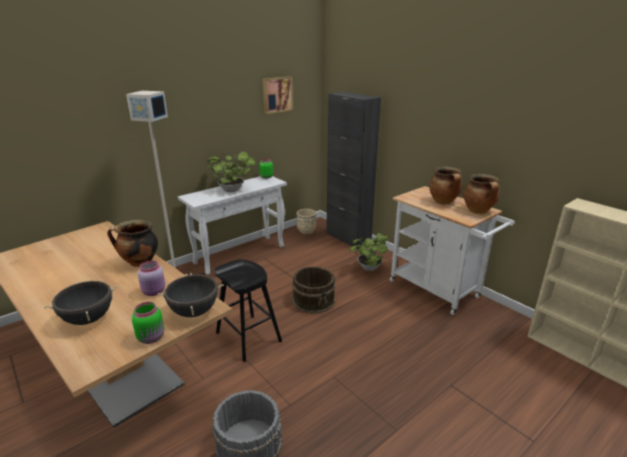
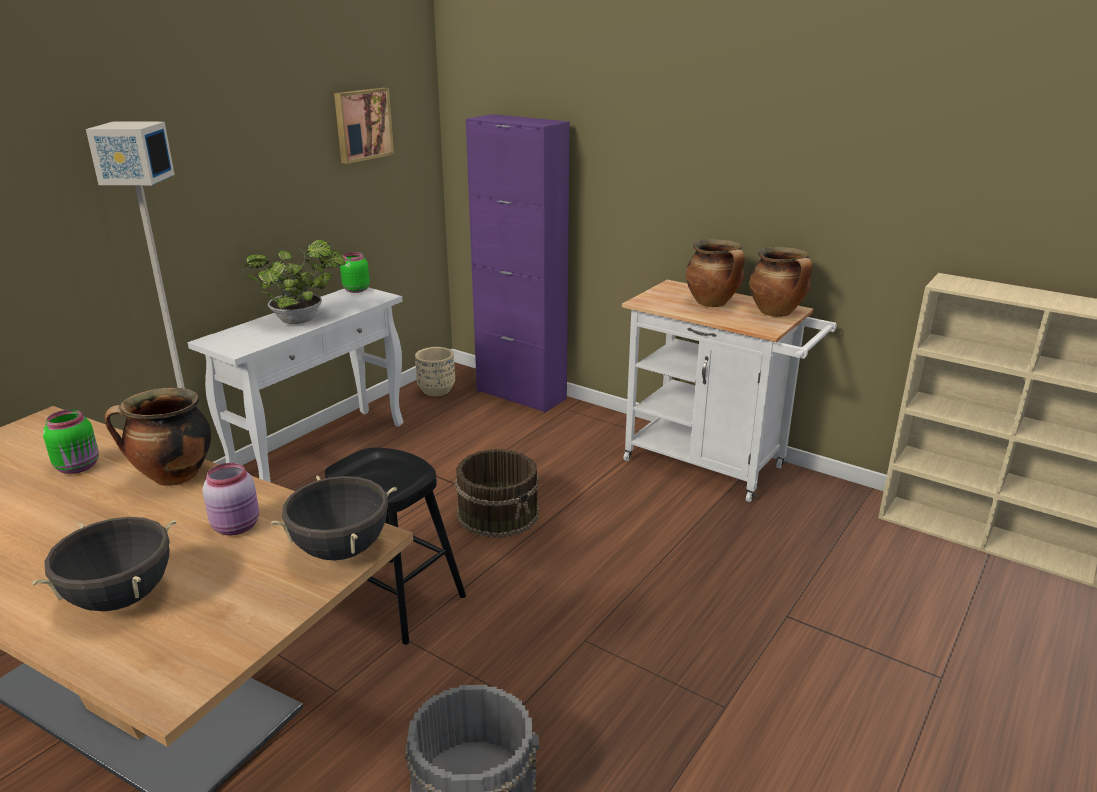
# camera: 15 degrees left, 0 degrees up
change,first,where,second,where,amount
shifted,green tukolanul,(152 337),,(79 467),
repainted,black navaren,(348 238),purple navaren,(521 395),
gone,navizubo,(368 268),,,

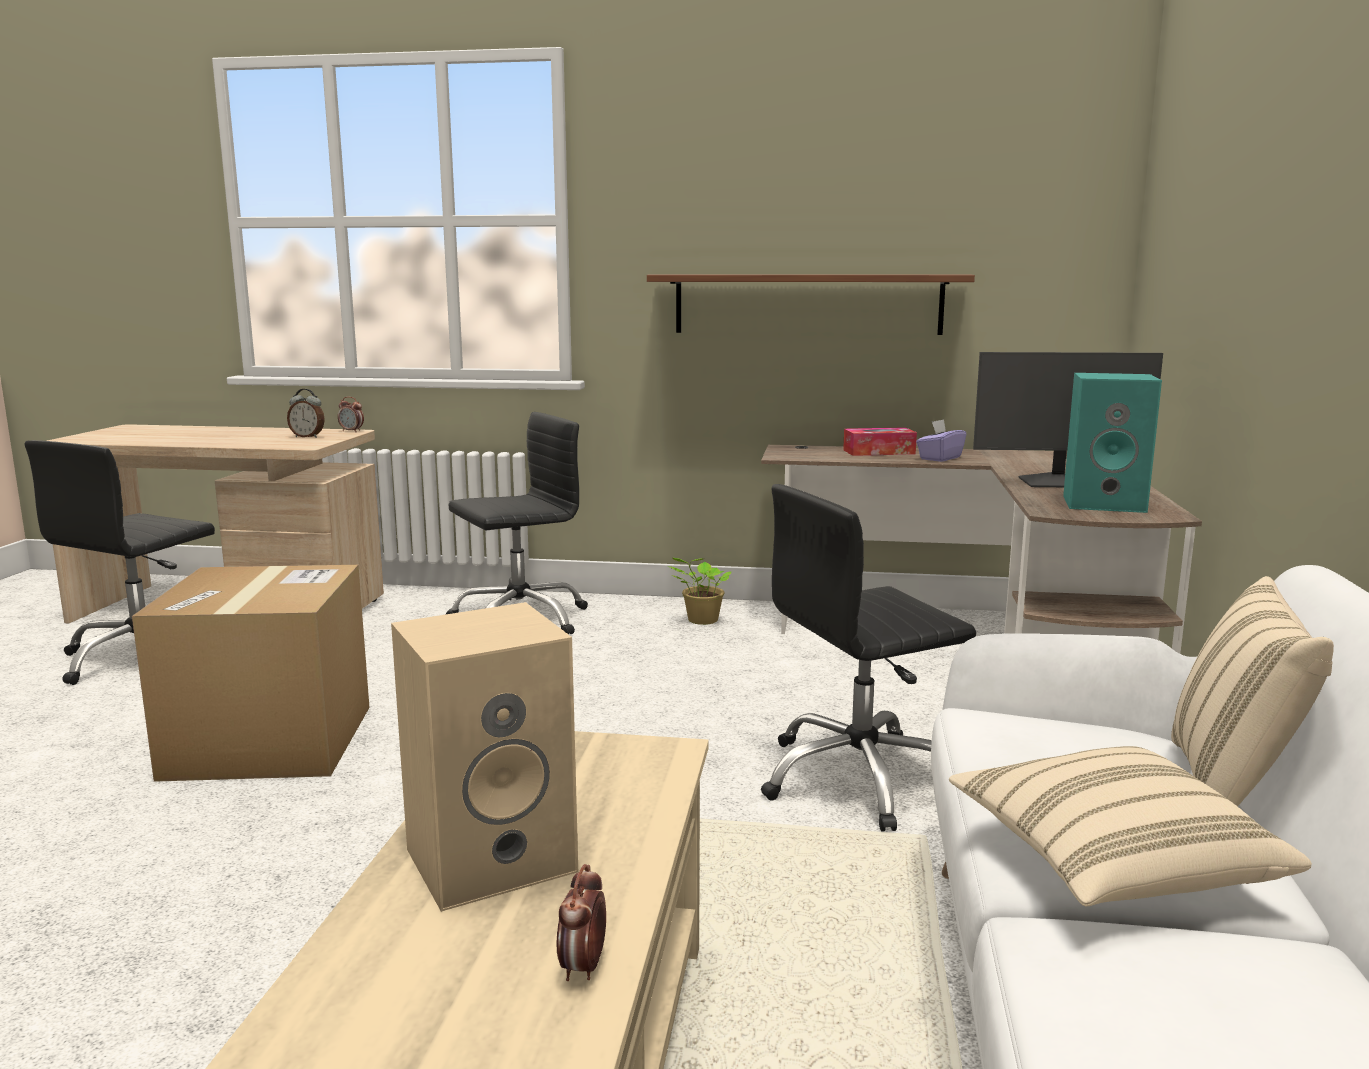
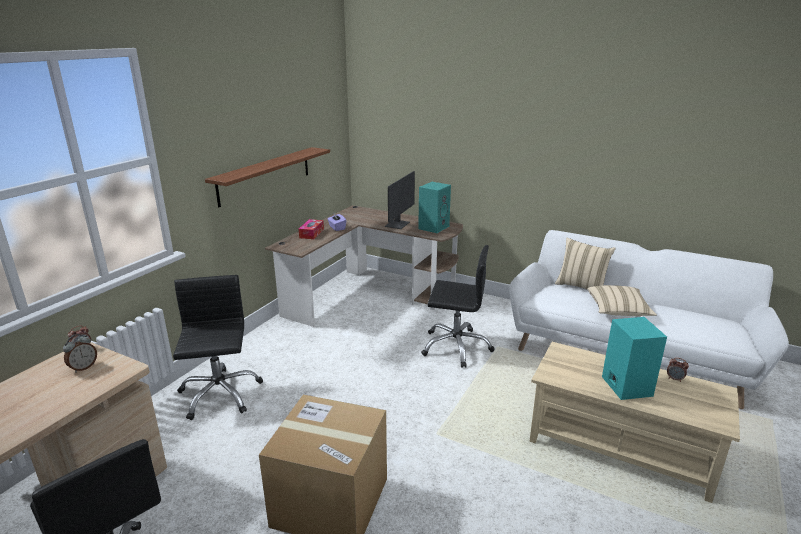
# camera: 70 degrees left, 10 degrees up
change,first,where,second,where,amount
rotated,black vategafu,(859 779),,(456 346),75 degrees counterclockwise
repainted,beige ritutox,(494 858),turquoise ritutox,(625 385),
gone,navizubo,(701 620),,,

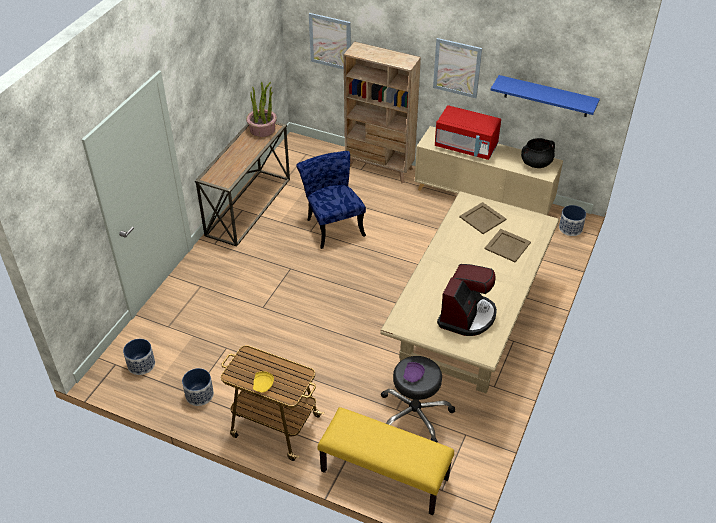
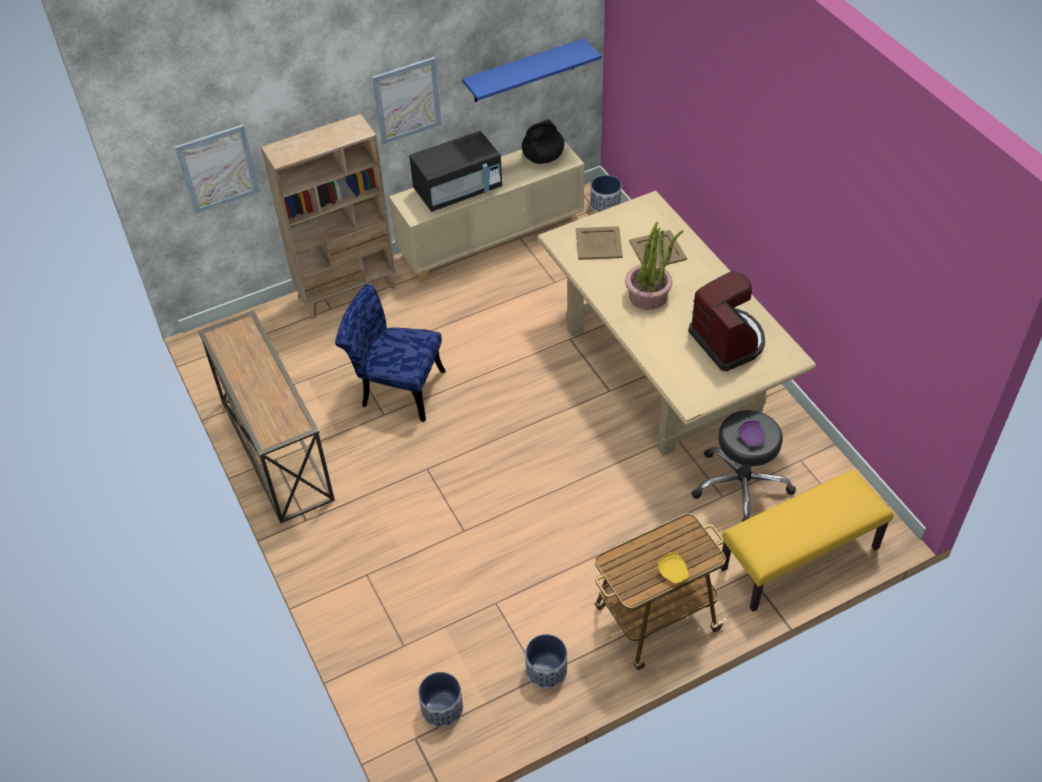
# camera: 50 degrees left, 5 degrees up
change,first,where,second,where,amount
repainted,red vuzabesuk,(466 147),black vuzabesuk,(458 190),
shifted,navizubo,(262 129),,(648 295),

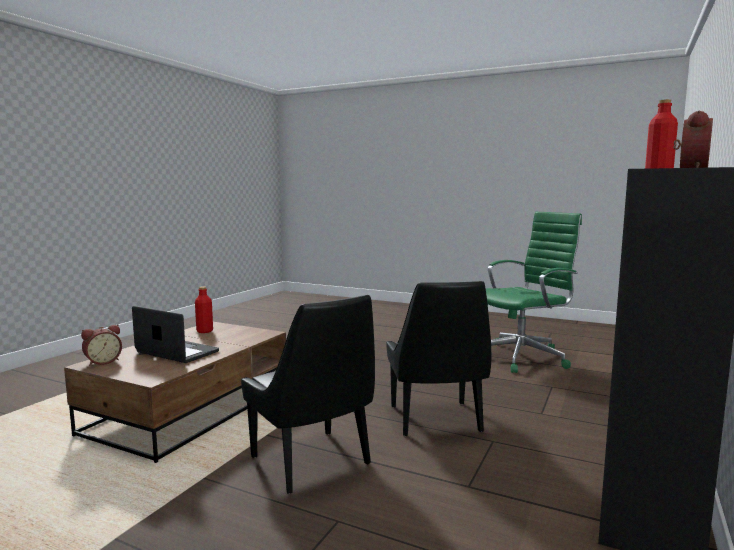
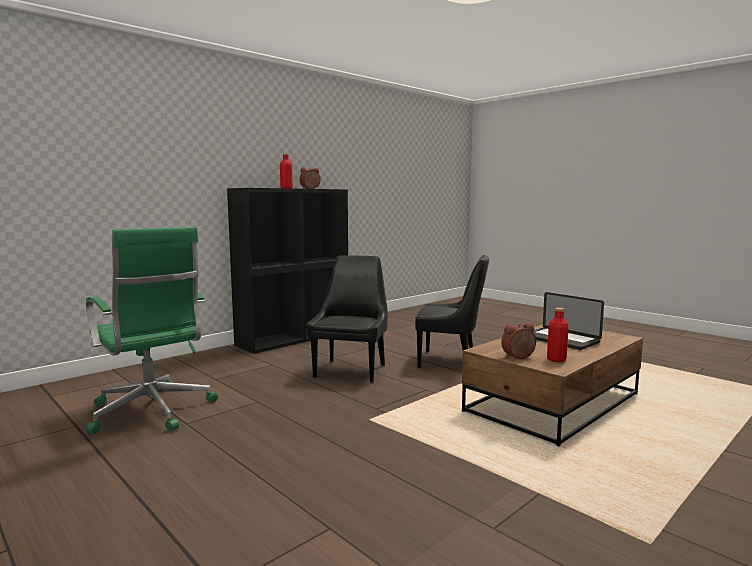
# camera: 160 degrees left, 0 degrees up
change,first,where,second,where,amount
rotated,green vategafu,(523 357),,(152 412),120 degrees counterclockwise
rotated,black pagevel,(312 462),,(450 361),120 degrees clockwise
shifted,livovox,(103 362),,(519 357),

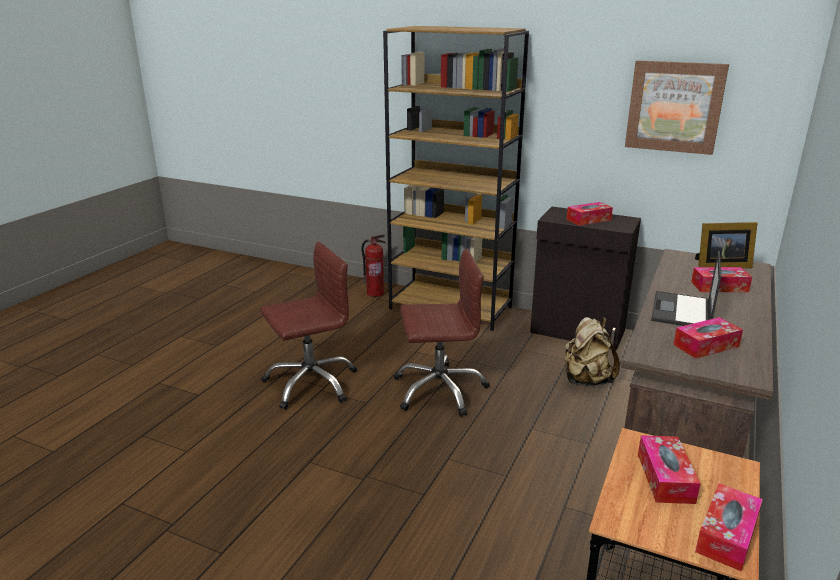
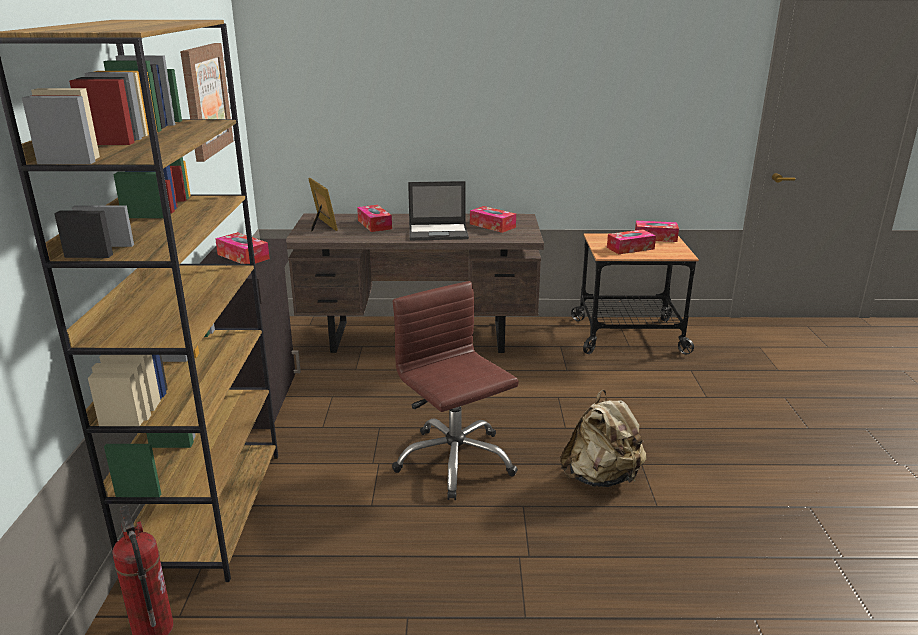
# camera: 115 degrees left, 0 degrees up
change,first,where,second,where,amount
shifted,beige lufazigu,(586 380),,(601 478),
gone,brown vategafu,(311 383),,,

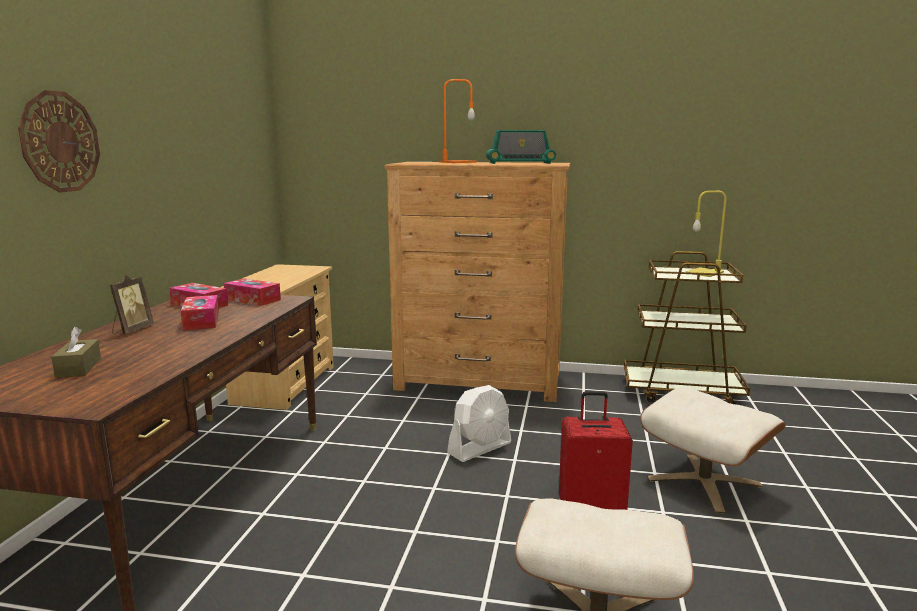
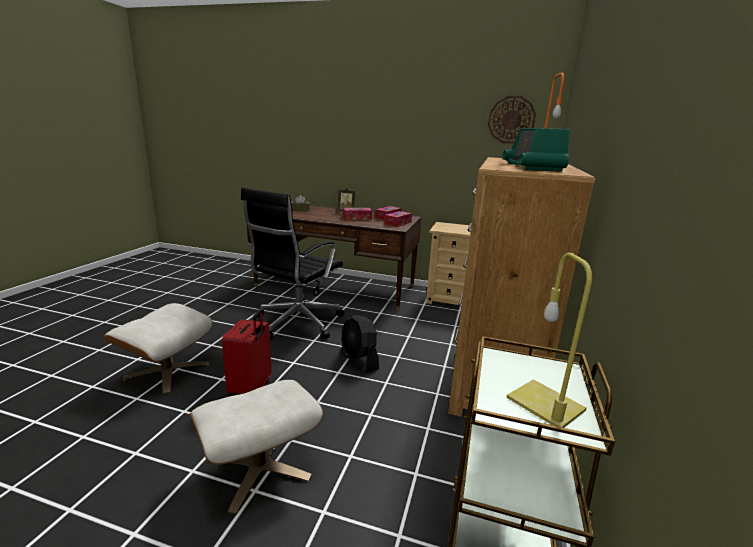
# camera: 95 degrees right, 5 degrees up
change,first,where,second,where,amount
new,,,black vategafu,(296 323),
repainted,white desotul,(480 448),black desotul,(359 360),
shifted,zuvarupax,(60 142),,(511 120),

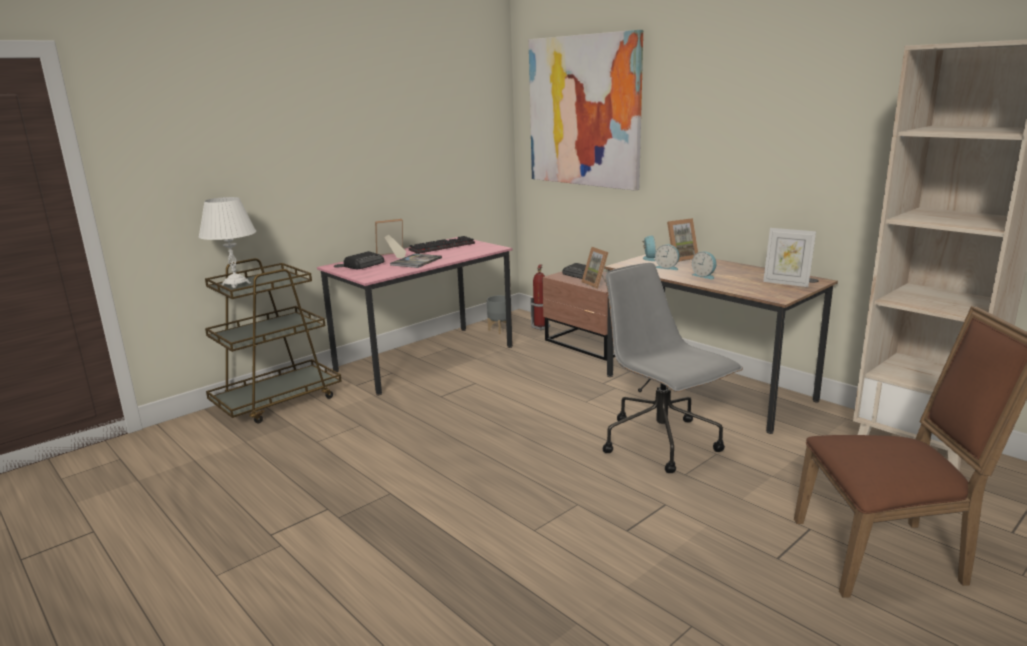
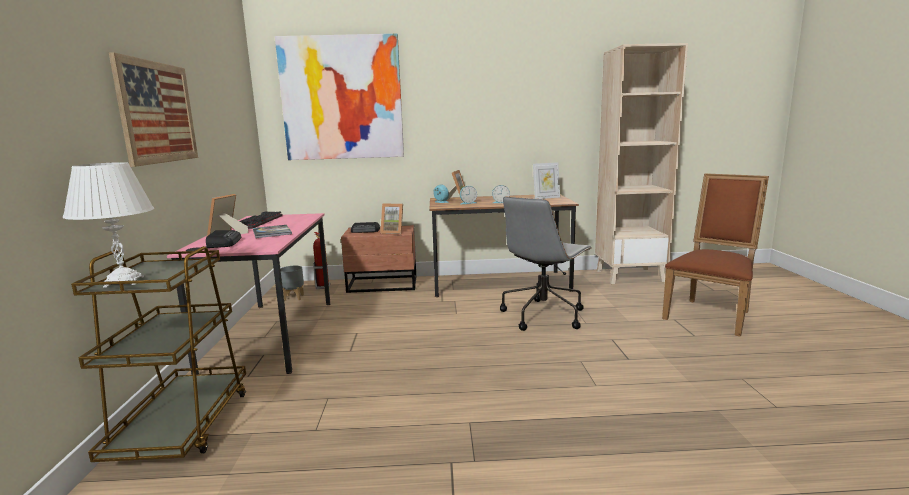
# camera: 50 degrees left, 5 degrees down
change,first,where,second,where,amount
new,,,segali,(157 112),
rotated,grey vategafu,(662 443),,(543 315),60 degrees counterclockwise

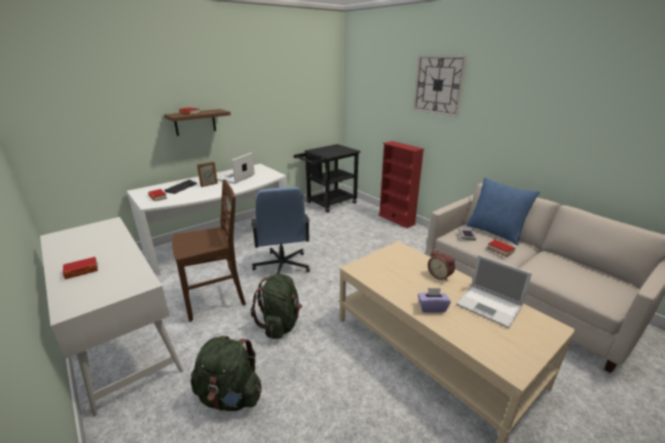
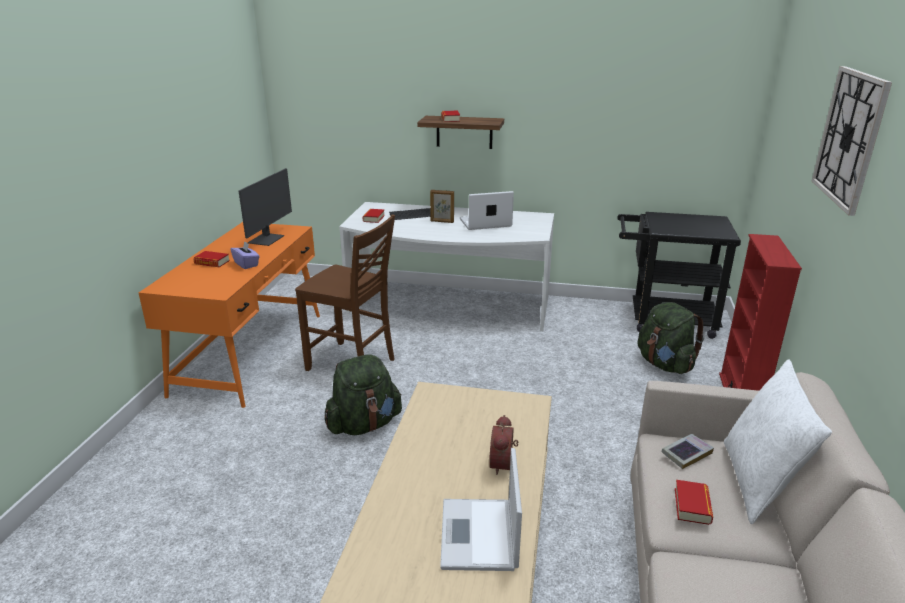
# camera: 50 degrees right, 0 degrees up
change,first,where,second,where,amount
repainted,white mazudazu,(122 337),orange mazudazu,(251 352),
shifted,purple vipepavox,(432 307),,(246 264),
new,,,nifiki,(267 239),
shifted,green lufazigu,(230 397),,(665 364),
repainted,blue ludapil,(495 232),white ludapil,(758 483),
gone,blue vategafu,(282 266),,,

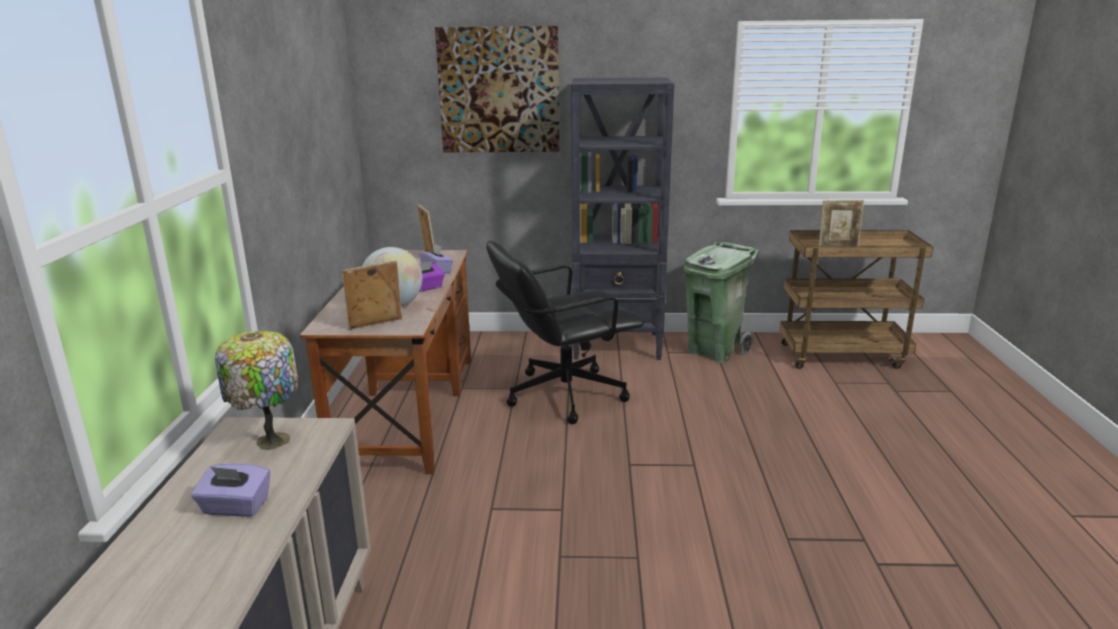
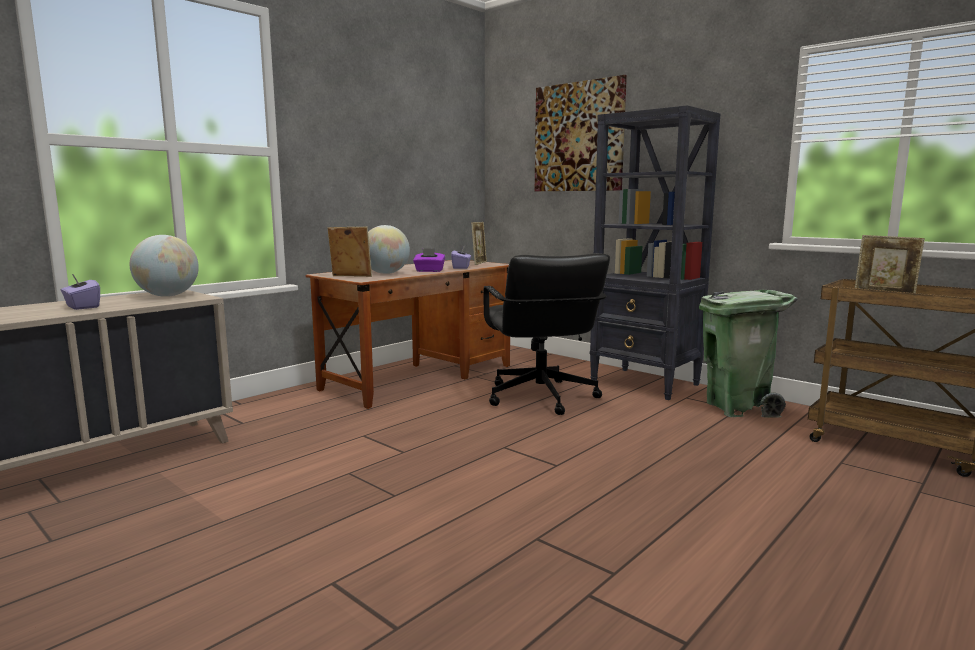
# camera: 40 degrees right, 10 degrees down
change,first,where,second,where,amount
swapped,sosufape,(270 440),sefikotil,(167 296),
rotated,black vategafu,(564 394),,(540 397),120 degrees counterclockwise

